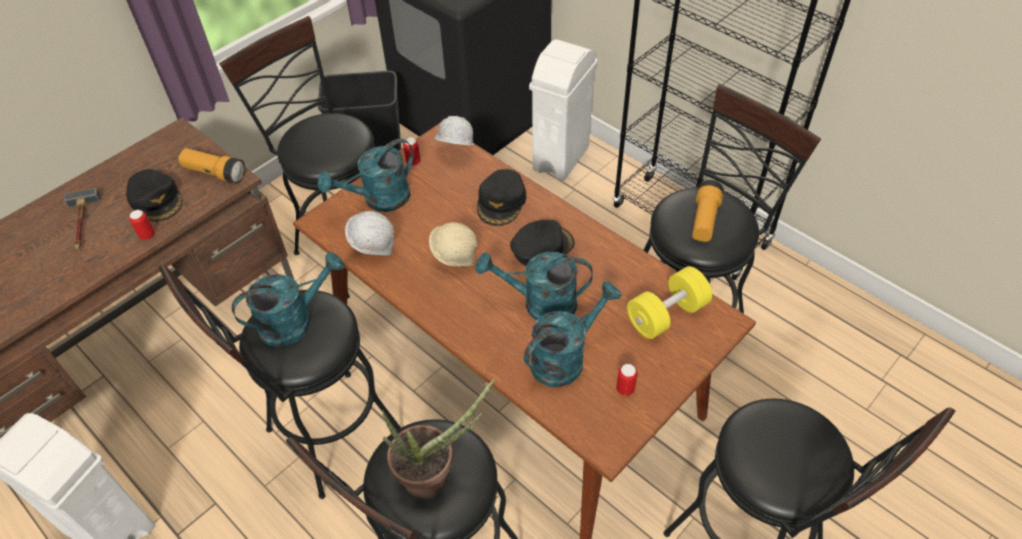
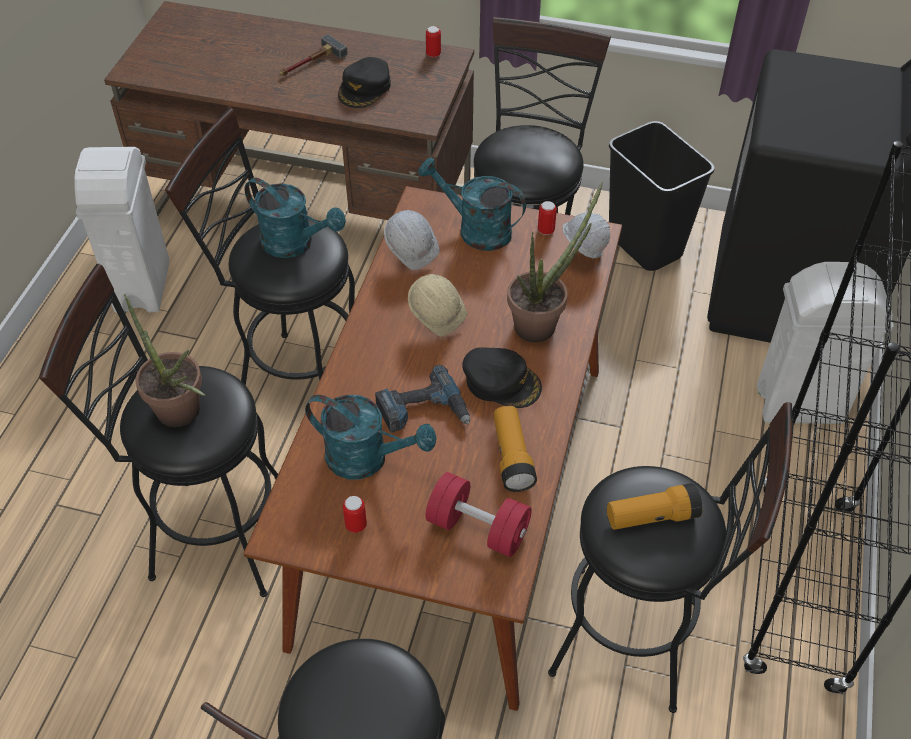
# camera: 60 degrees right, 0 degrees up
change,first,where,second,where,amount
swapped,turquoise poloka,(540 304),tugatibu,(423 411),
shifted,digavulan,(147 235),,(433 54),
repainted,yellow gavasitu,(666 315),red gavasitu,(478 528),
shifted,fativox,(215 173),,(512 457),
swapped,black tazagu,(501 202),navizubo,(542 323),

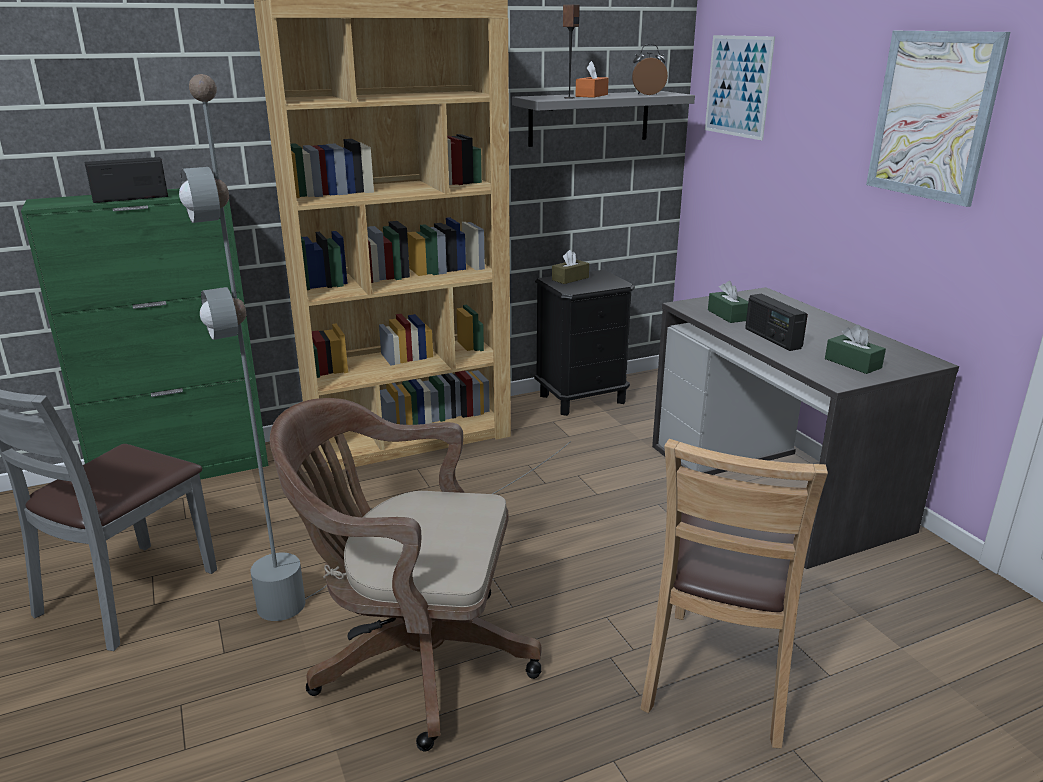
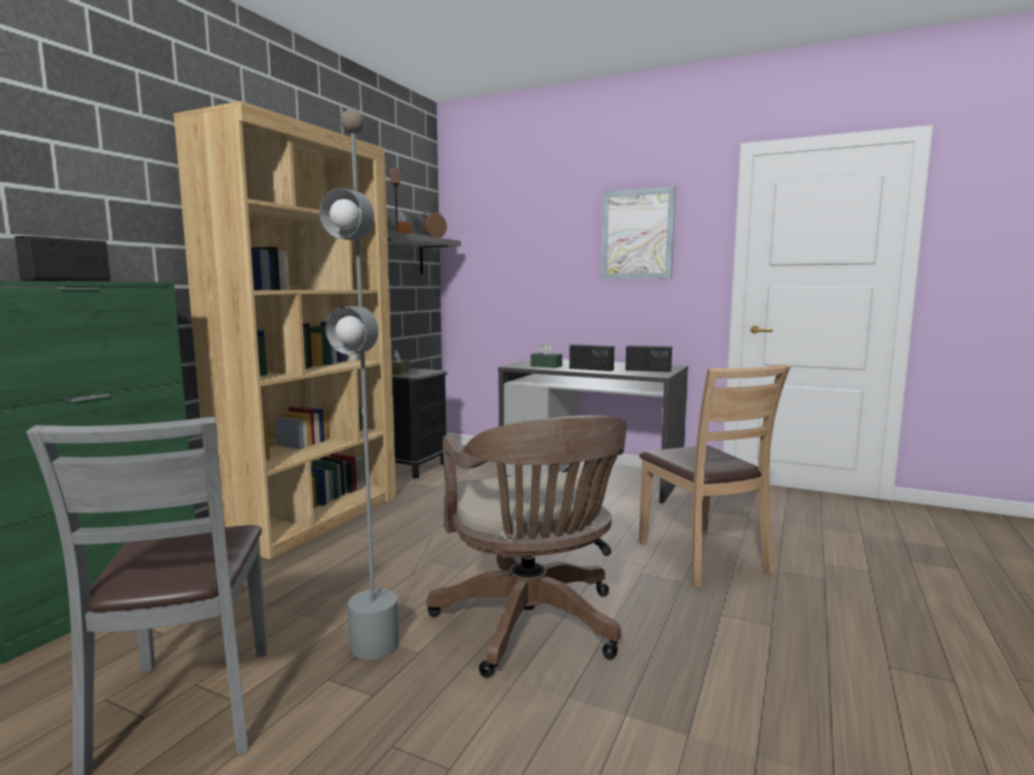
# camera: 40 degrees left, 15 degrees down
change,first,where,second,where,amount
rotated,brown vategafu,(412 658),,(531 626),75 degrees counterclockwise
swapped,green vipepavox,(852 363),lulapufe,(648 370),
gone,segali,(738 86),,,

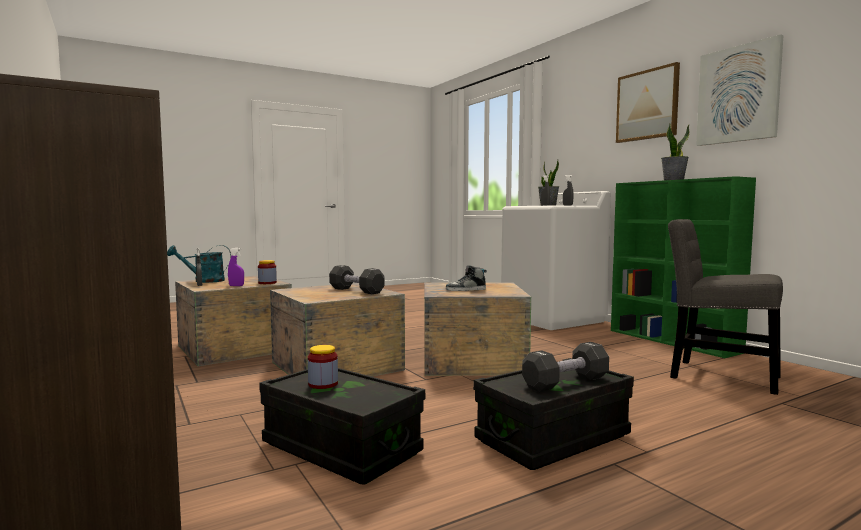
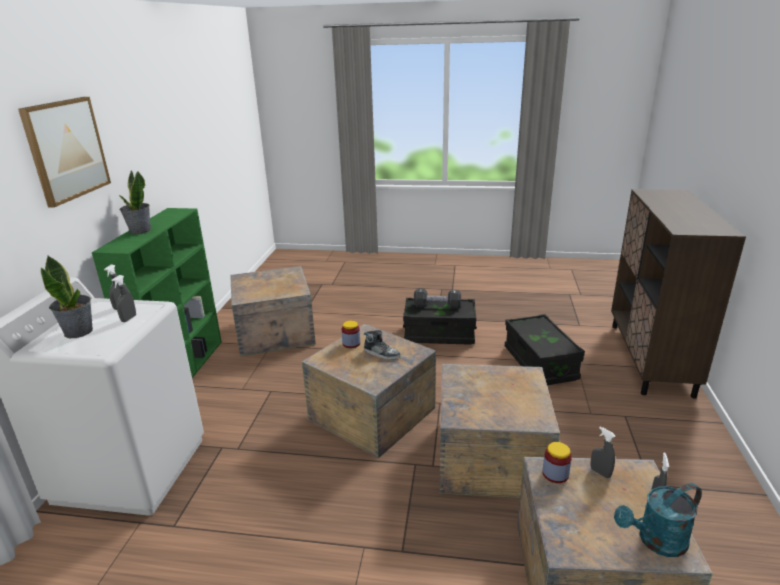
# camera: 140 degrees left, 20 degrees up
change,first,where,second,where,amount
swapped,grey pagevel,(718 375),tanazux,(274 333),
shifted,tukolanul,(323 384),,(351 343),
repainted,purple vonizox,(236 286),grey vonizox,(600 473),
rotated,turquoise poloka,(204 281),,(656 541),135 degrees clockwise
gone,black gavasitu,(356 291),,,
gone,segali,(738 94),,,

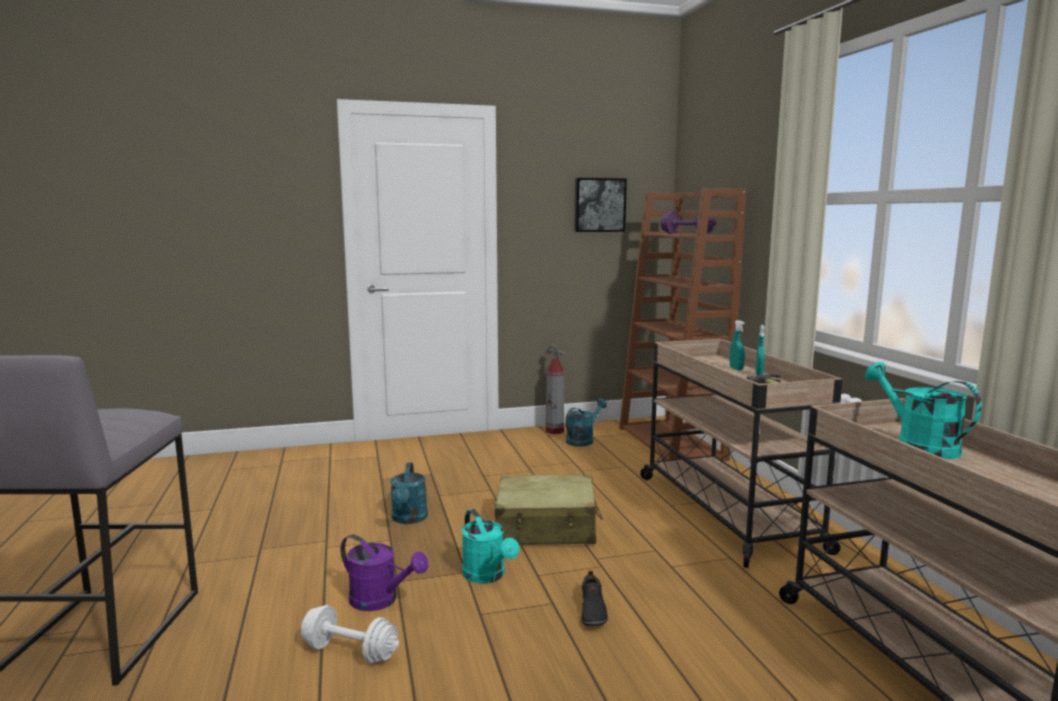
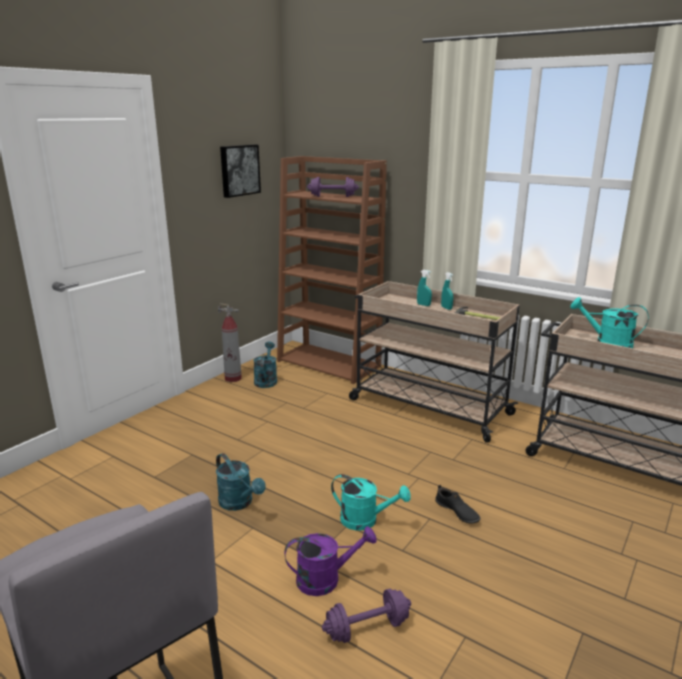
# camera: 40 degrees left, 10 degrees up
change,first,where,second,where,amount
repainted,white gavasitu,(350 651),purple gavasitu,(367 628),
gone,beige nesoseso,(546 527),,,

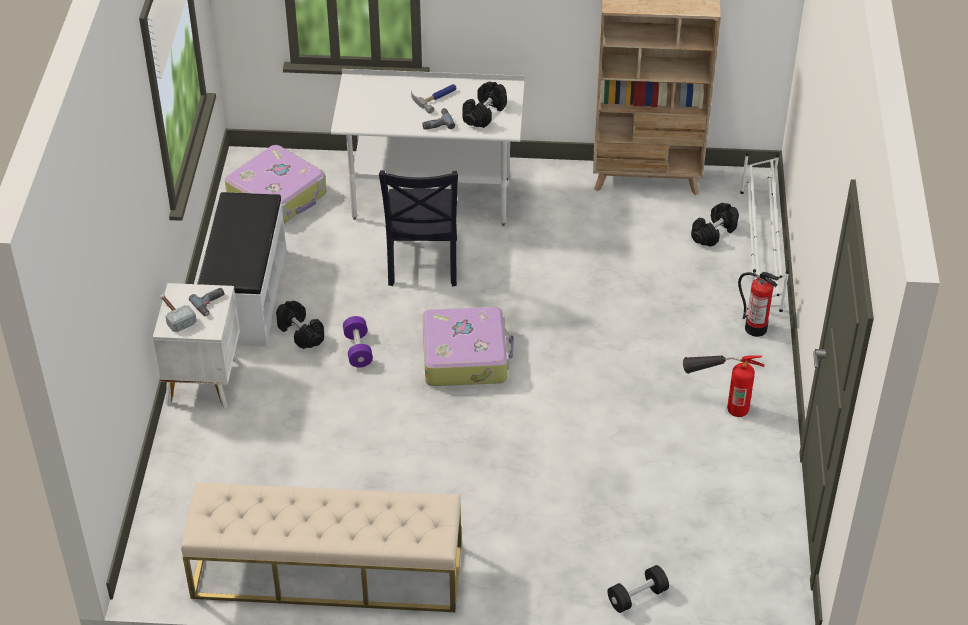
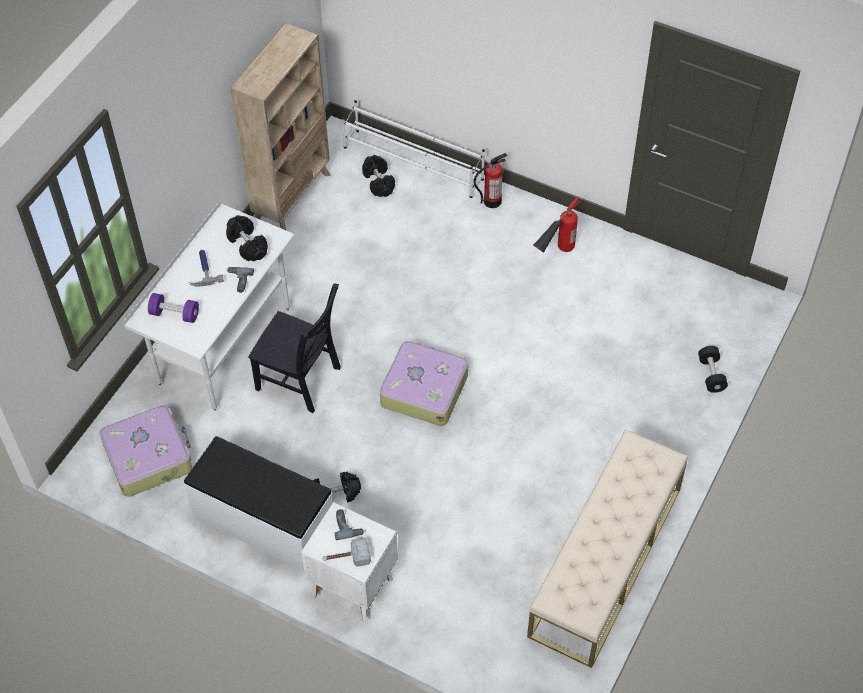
# camera: 65 degrees left, 10 degrees up
change,first,where,second,where,amount
shifted,purple gavasitu,(358 350),,(174 314),

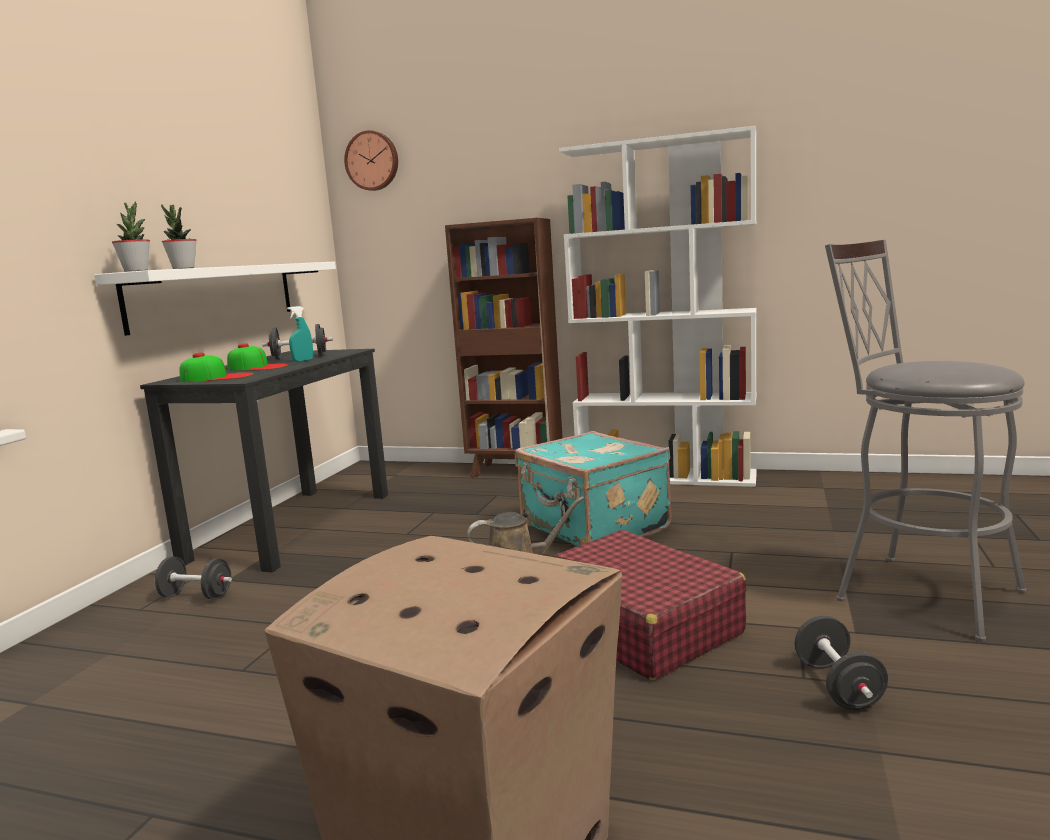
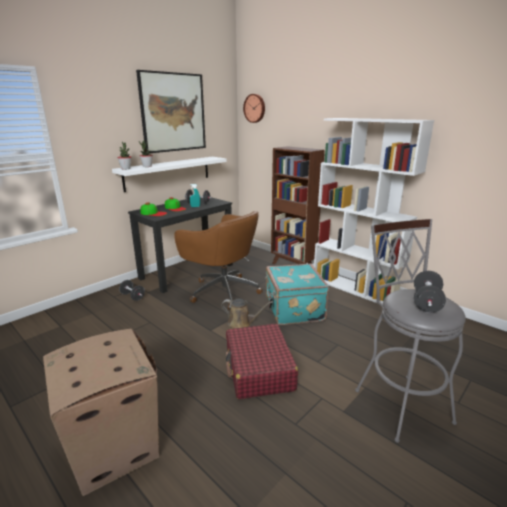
# camera: 25 degrees right, 10 degrees up
change,first,where,second,where,amount
new,,,segali,(173 112),
new,,,brown vategafu,(223 291),
shifted,black gavasitu,(838 686),,(426 302),

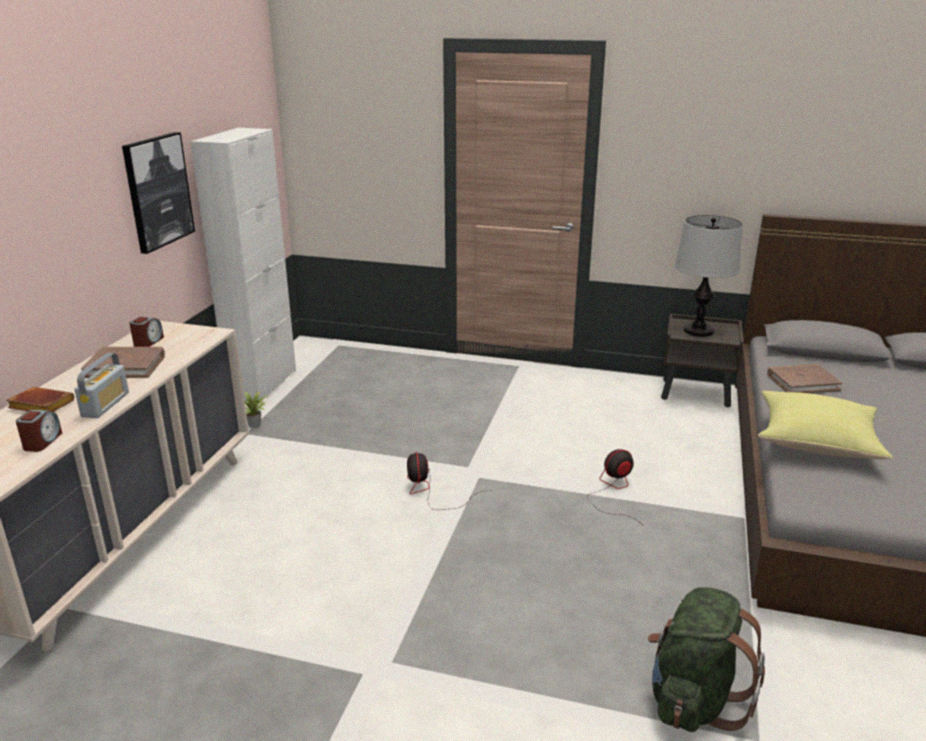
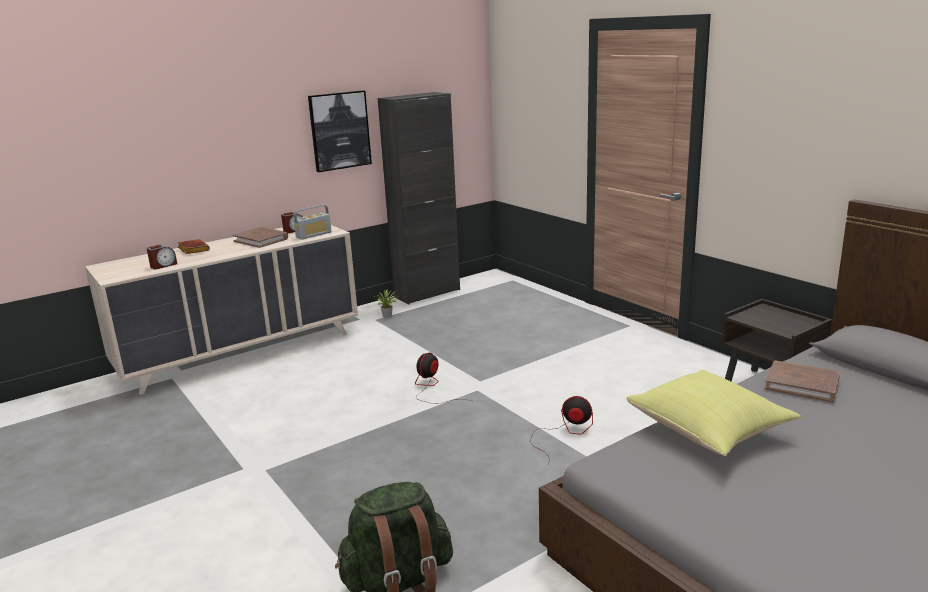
# camera: 40 degrees right, 5 degrees down
change,first,where,second,where,amount
shifted,lulapufe,(105 404),,(314 235),
repainted,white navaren,(262 384),black navaren,(427 293),
gone,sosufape,(698 331),,,

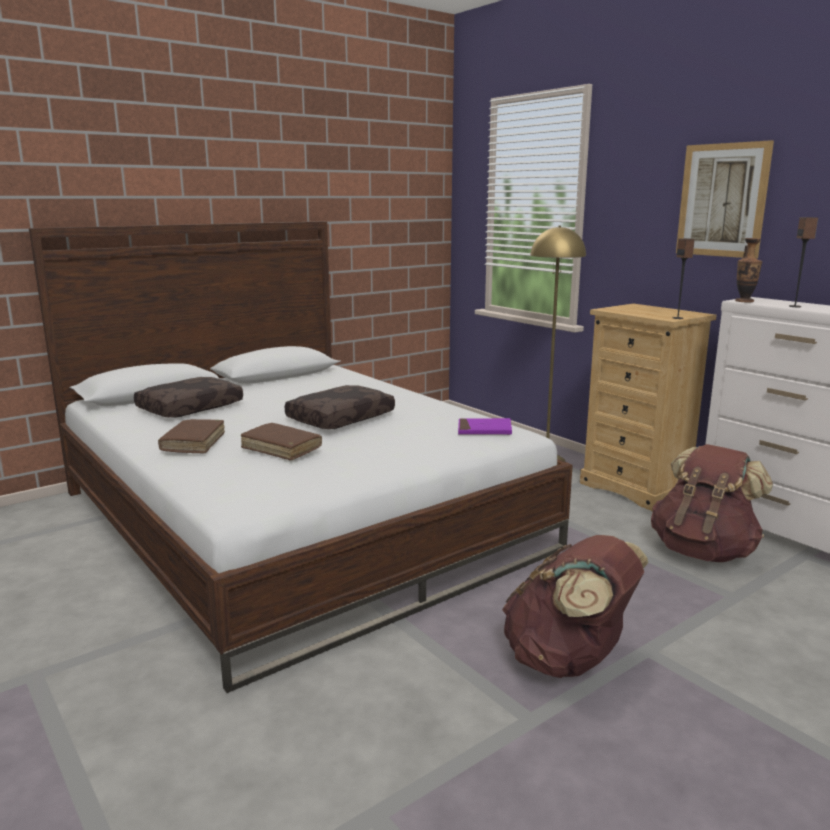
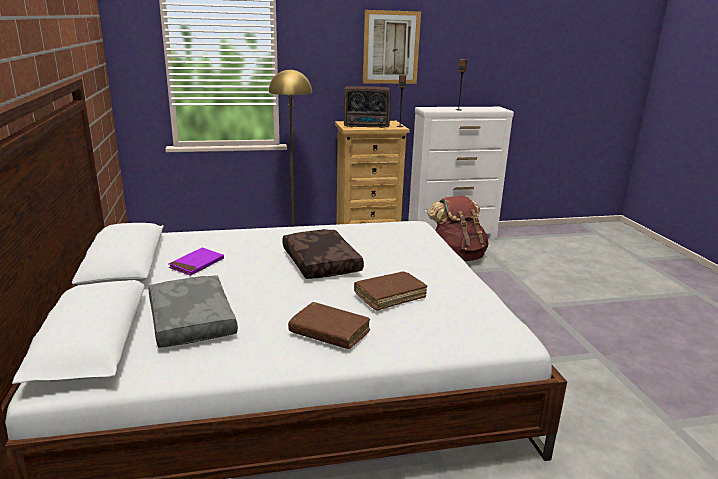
# camera: 65 degrees left, 5 degrees up
change,first,where,second,where,amount
repainted,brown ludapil,(190 407),grey ludapil,(190 321),
shifted,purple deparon,(484 430),,(197 264),
new,,,lulapufe,(367 126),
gone,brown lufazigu,(568 661),,,
gone,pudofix,(744 301),,,

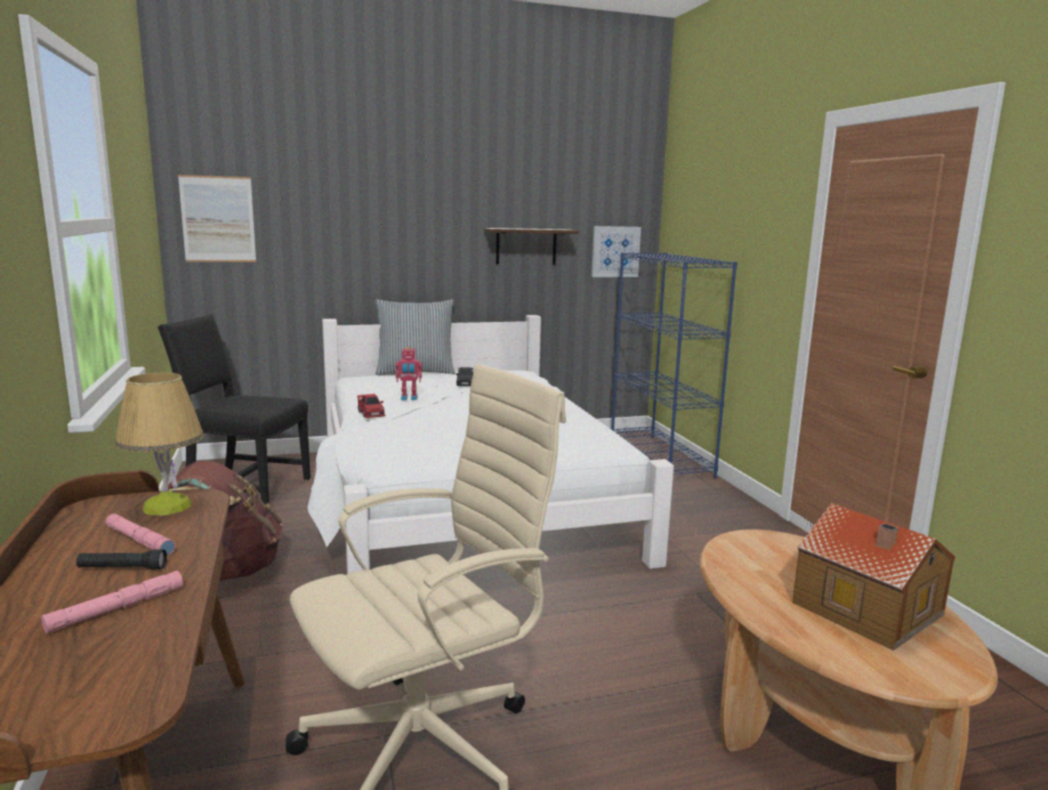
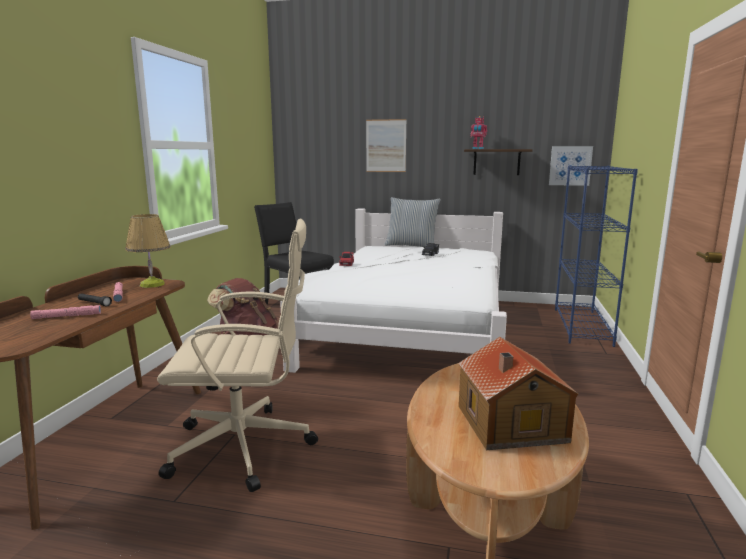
# camera: 30 degrees right, 0 degrees up
change,first,where,second,where,amount
shifted,segali,(218 219),,(386 146),
shifted,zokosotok,(409 398),,(477 149),

